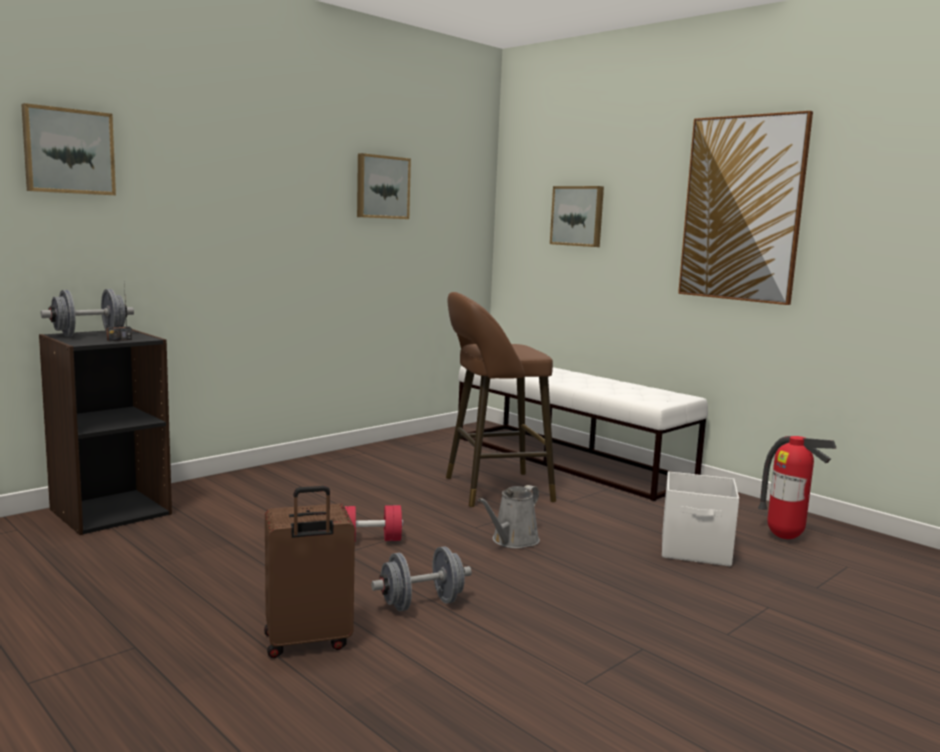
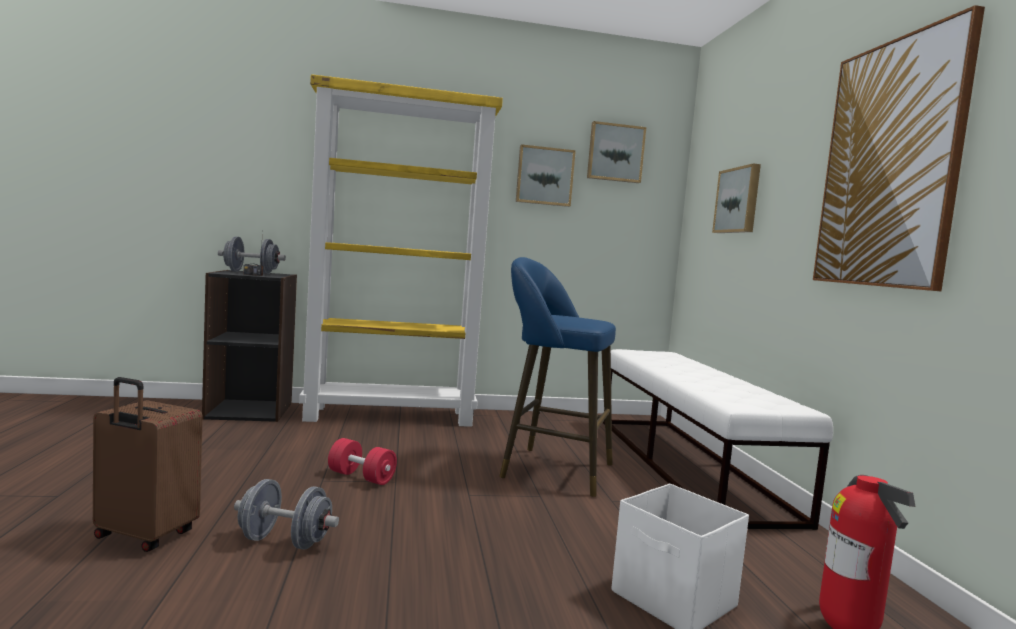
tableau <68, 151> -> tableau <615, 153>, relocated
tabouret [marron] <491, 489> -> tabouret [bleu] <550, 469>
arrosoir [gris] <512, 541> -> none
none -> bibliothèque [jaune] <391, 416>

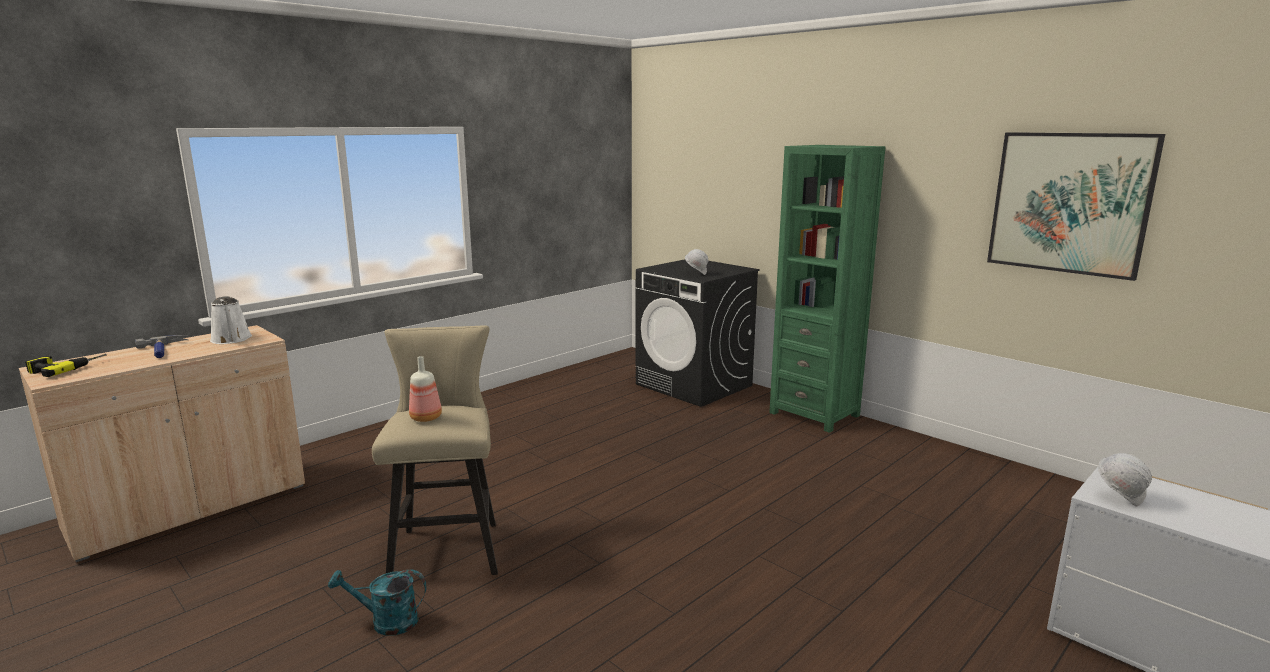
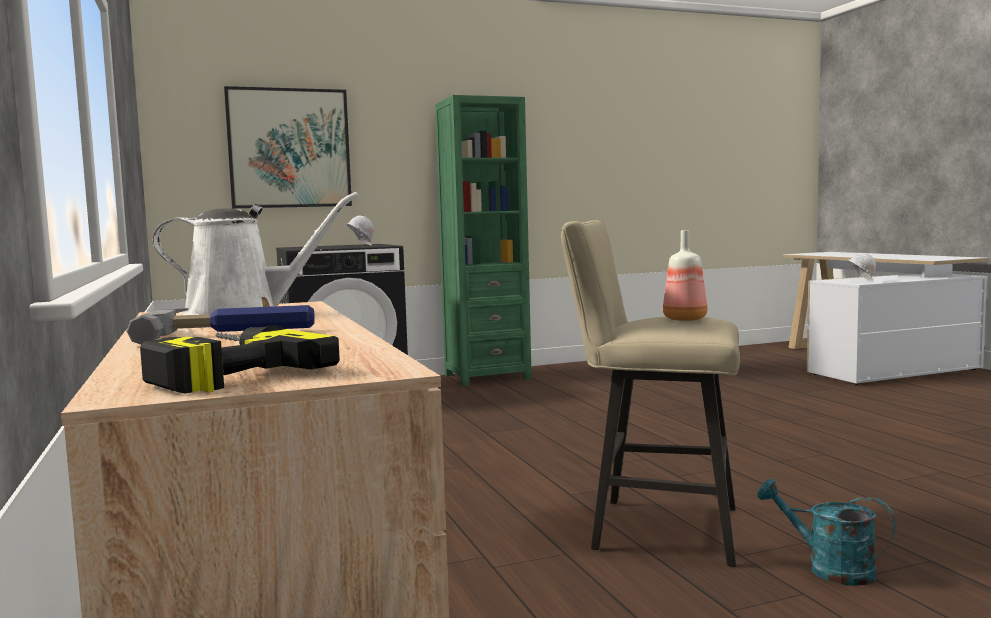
arrosoir [turquoise] <386, 622> -> arrosoir [turquoise] <828, 569>, 105 degrees clockwise
tableau <1069, 203> -> tableau <289, 148>, relocated

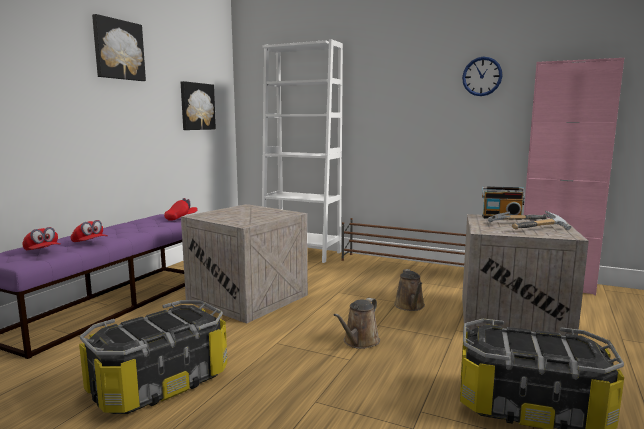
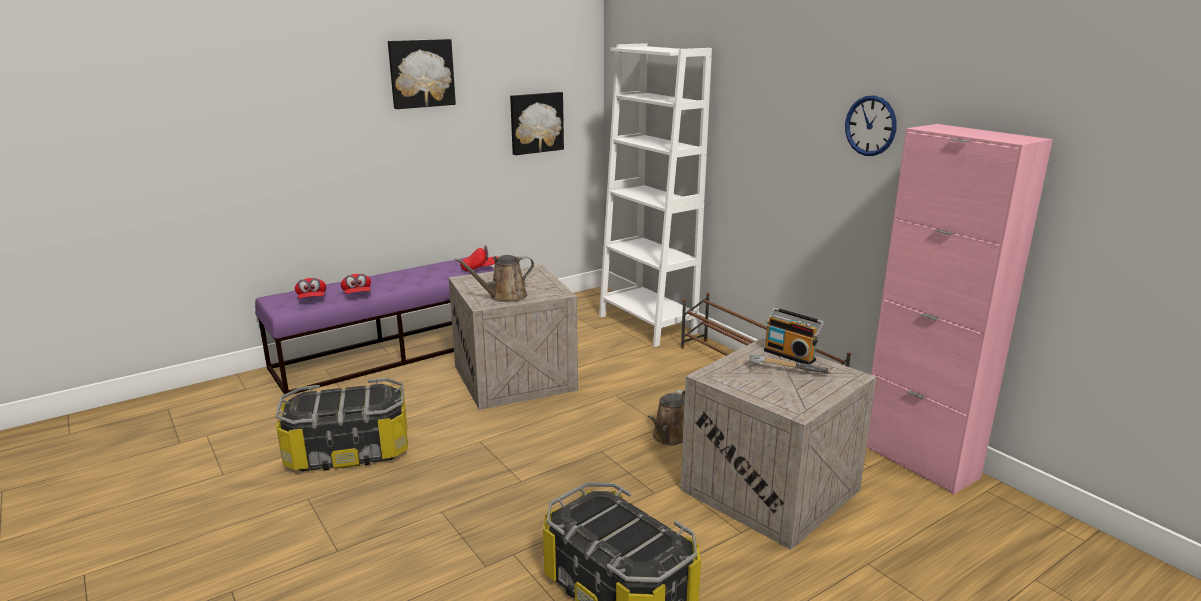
arrosoir [marron] <359, 342> -> arrosoir [marron] <504, 296>, relocated
marteau <541, 230> -> none

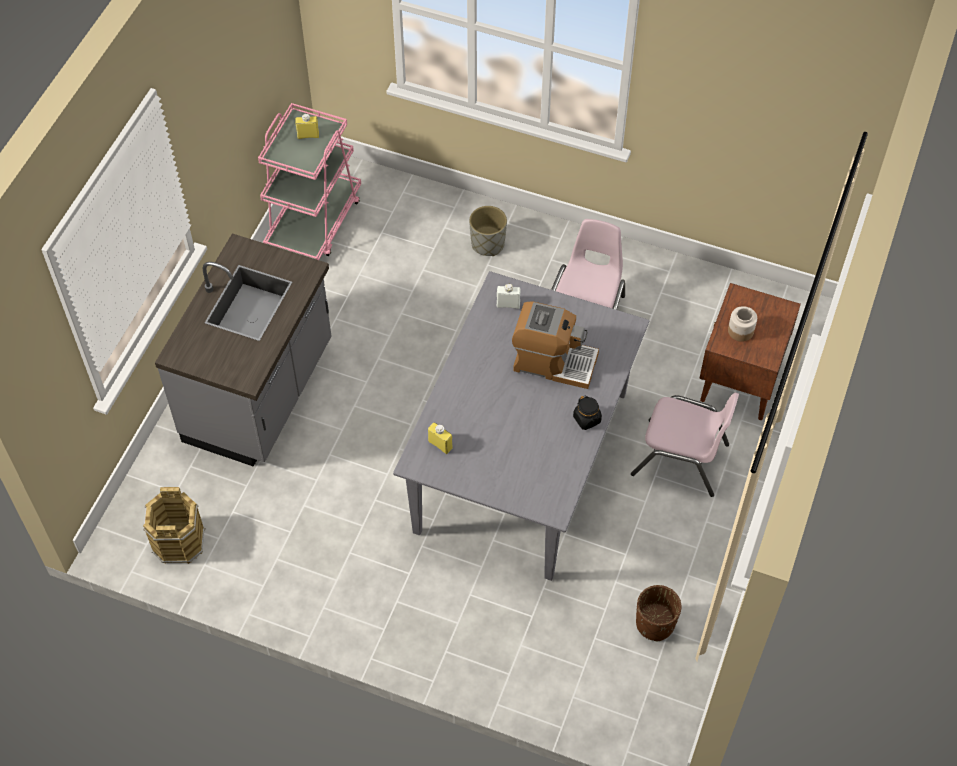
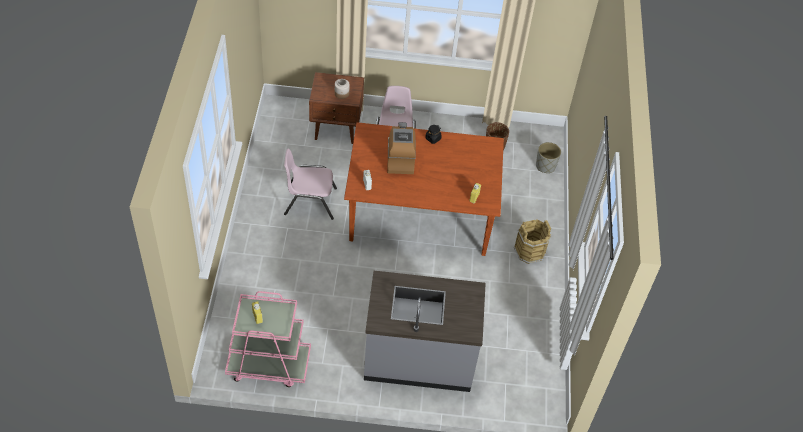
seau [marron] <178, 541> -> seau [marron] <529, 251>, relocated
table à manger [gris] <521, 460> -> table à manger [marron] <420, 215>
cache-pot [gris] <487, 244> -> cache-pot [gris] <545, 166>, relocated

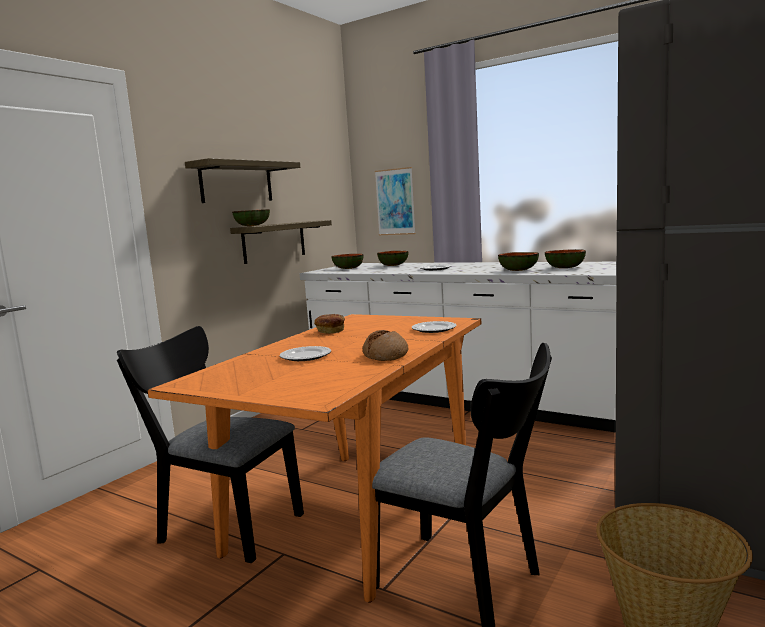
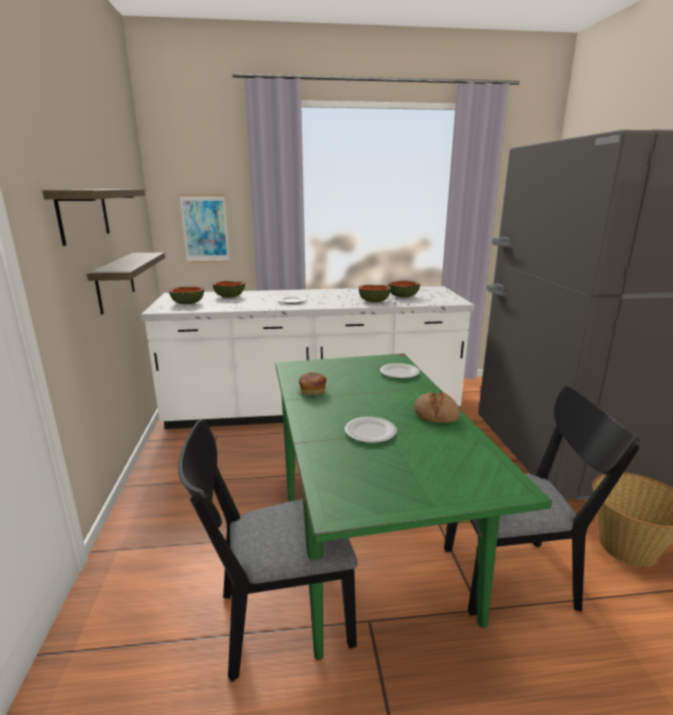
table à manger [orange] <356, 512> -> table à manger [vert] <370, 550>
bol <252, 226> -> none

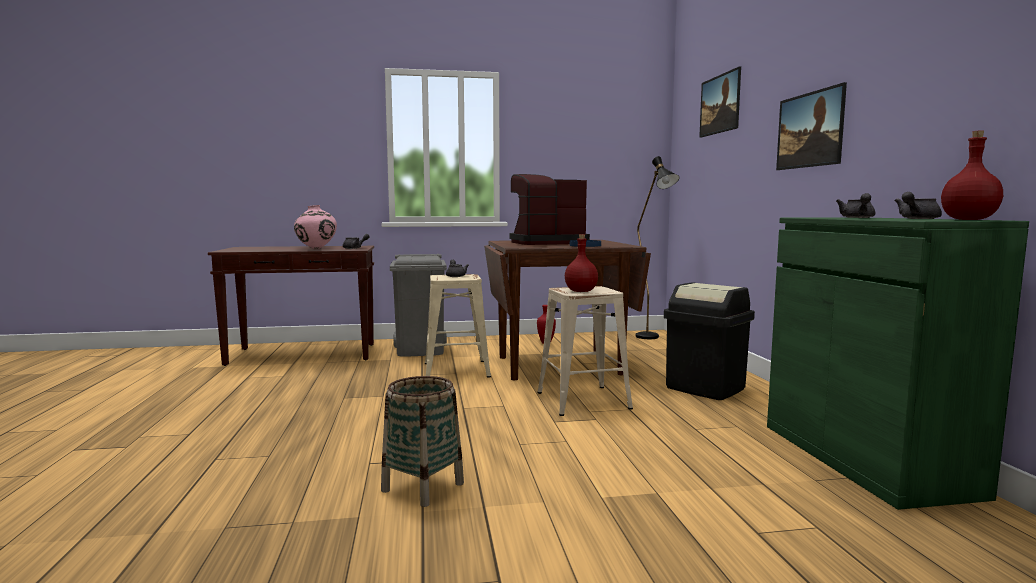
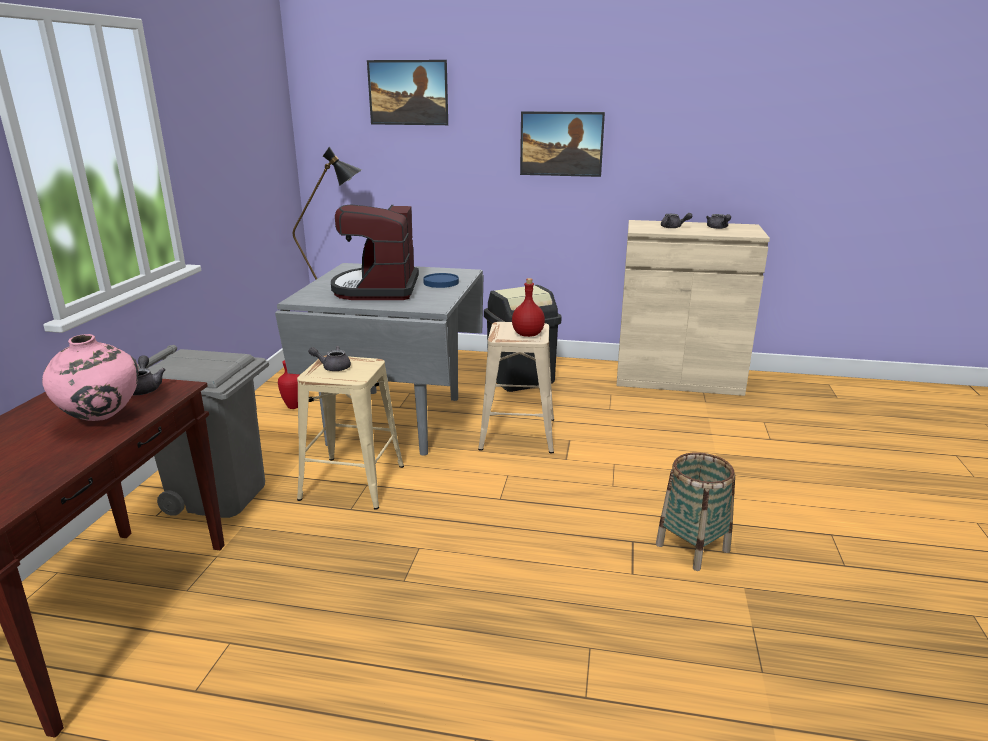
table à manger [marron] <559, 366> -> table à manger [gris] <397, 420>
meuble de rangement [vert] <864, 458> -> meuble de rangement [beige] <678, 378>
bouteille [rouge] <969, 219> -> none

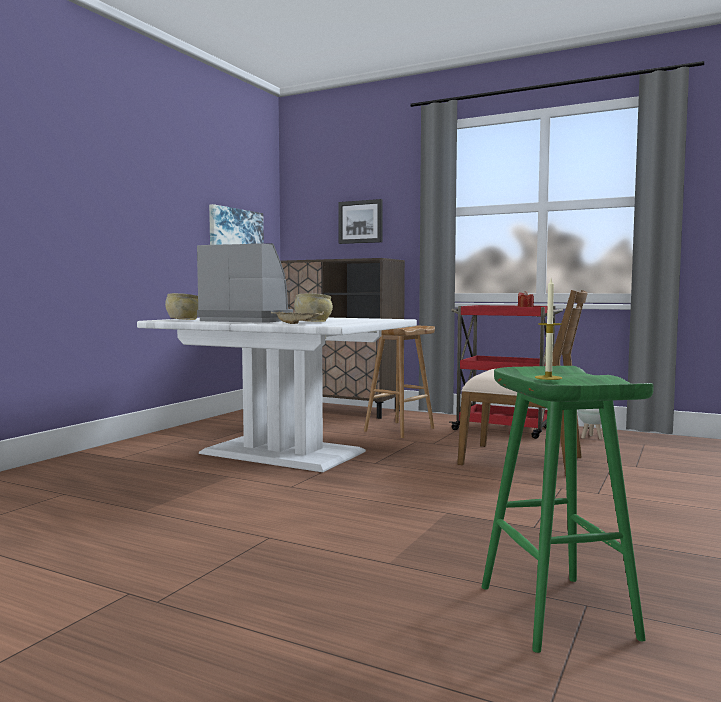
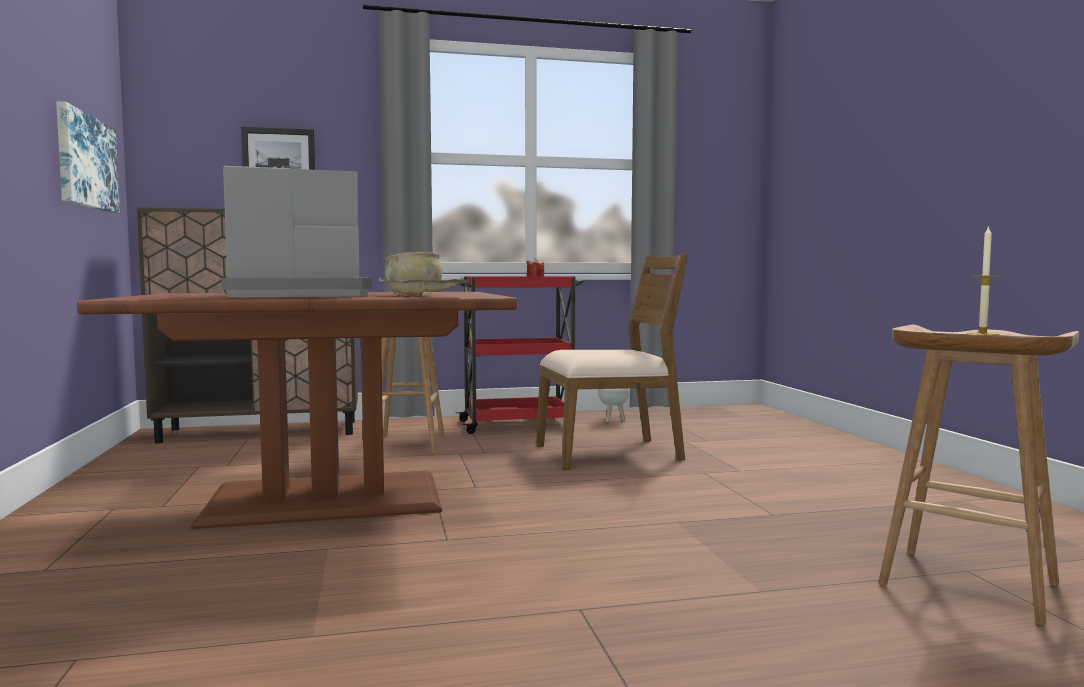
table à manger [blanc] <282, 453> -> table à manger [marron] <326, 500>
bol [beige] <184, 320> -> none
tabouret [vert] <554, 610> -> tabouret [marron] <965, 584>

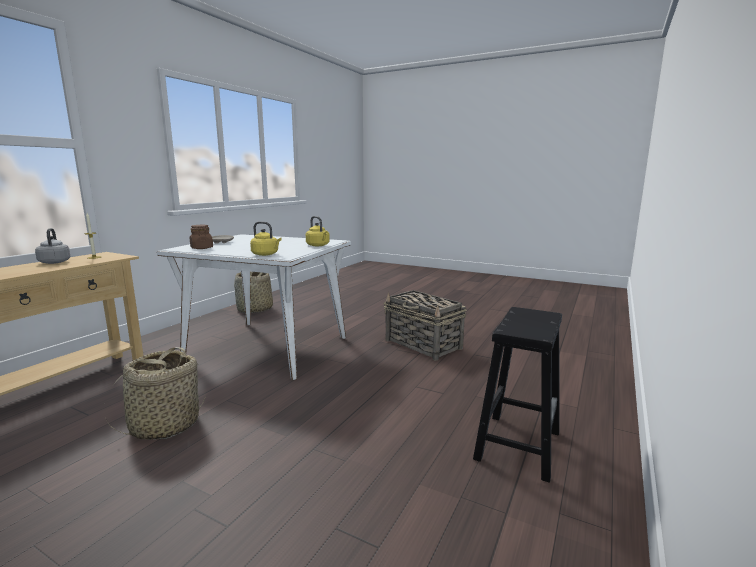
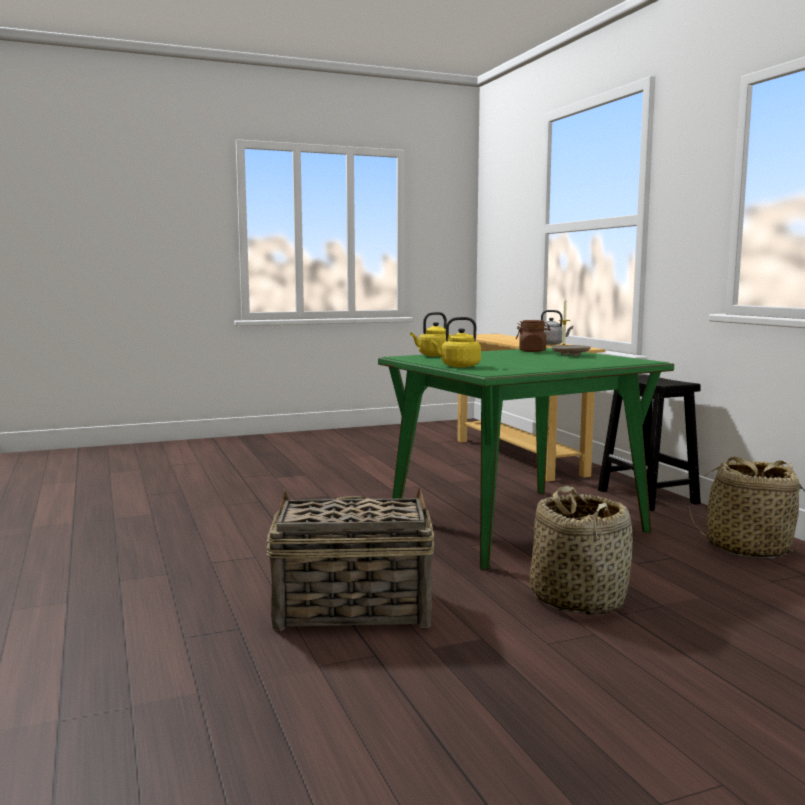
panier <164, 425> -> panier <578, 598>, relocated
table à manger [blanc] <267, 347> -> table à manger [vert] <517, 524>
tabouret [noir] <518, 444> -> tabouret [noir] <649, 497>, relocated

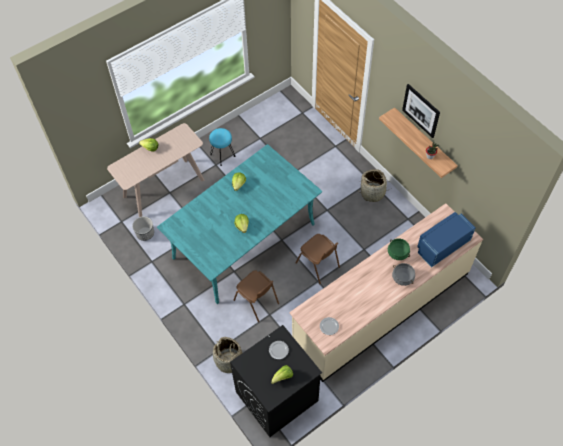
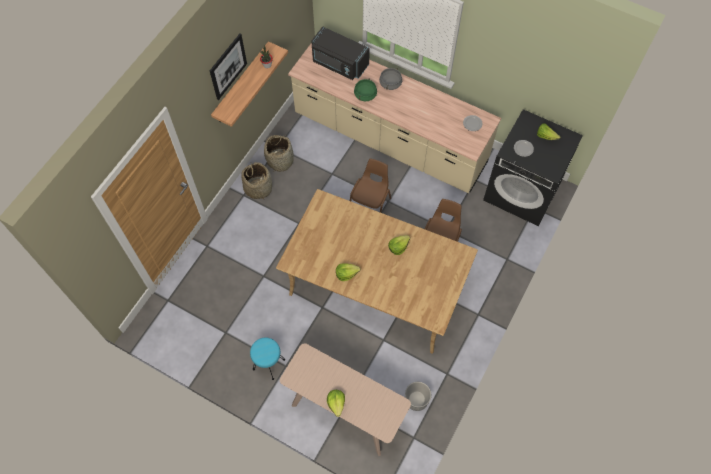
table à manger [turquoise] <244, 241> -> table à manger [beige] <376, 288>
panier <229, 361> -> panier <280, 160>, relocated
micro-ondes [bleu] <442, 245> -> micro-ondes [noir] <339, 64>

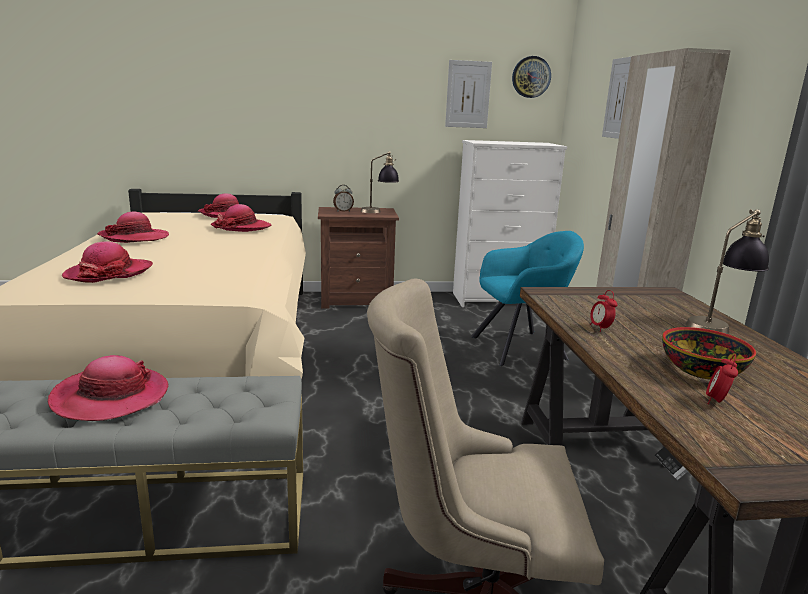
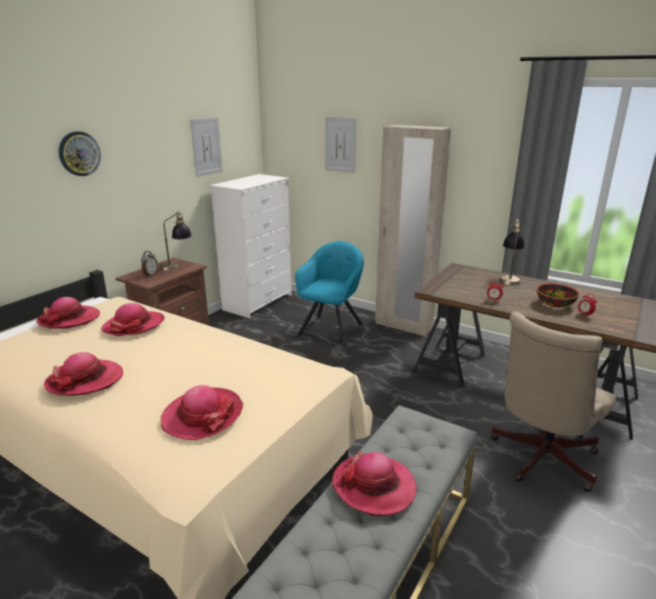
horloge murale <531, 77> -> horloge murale <79, 153>, relocated

